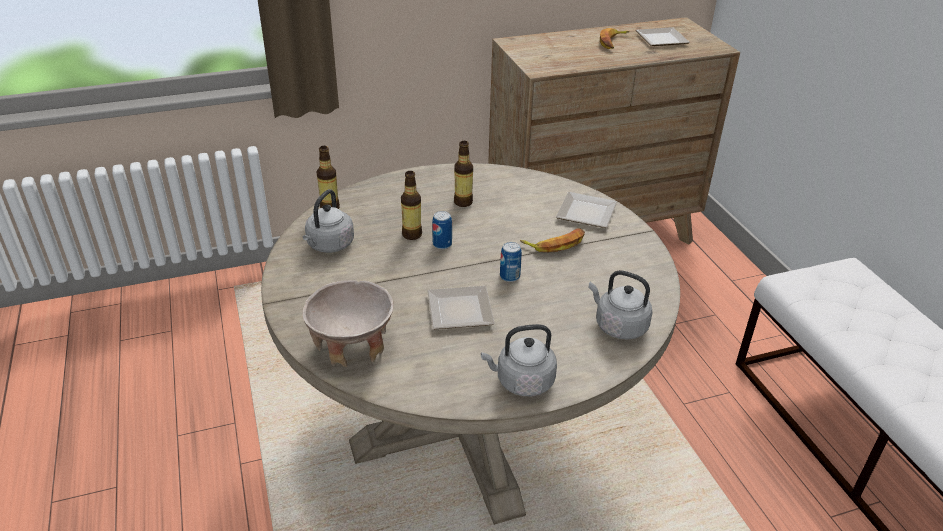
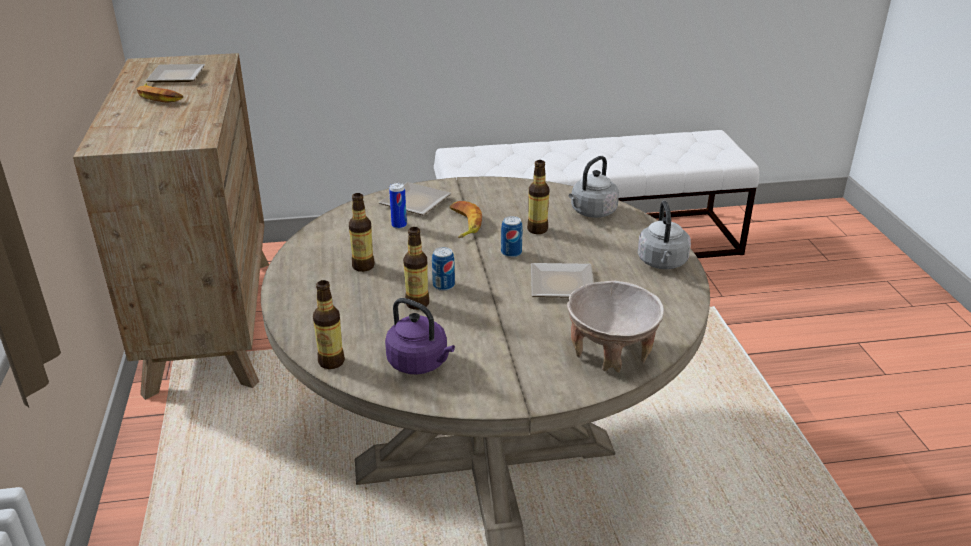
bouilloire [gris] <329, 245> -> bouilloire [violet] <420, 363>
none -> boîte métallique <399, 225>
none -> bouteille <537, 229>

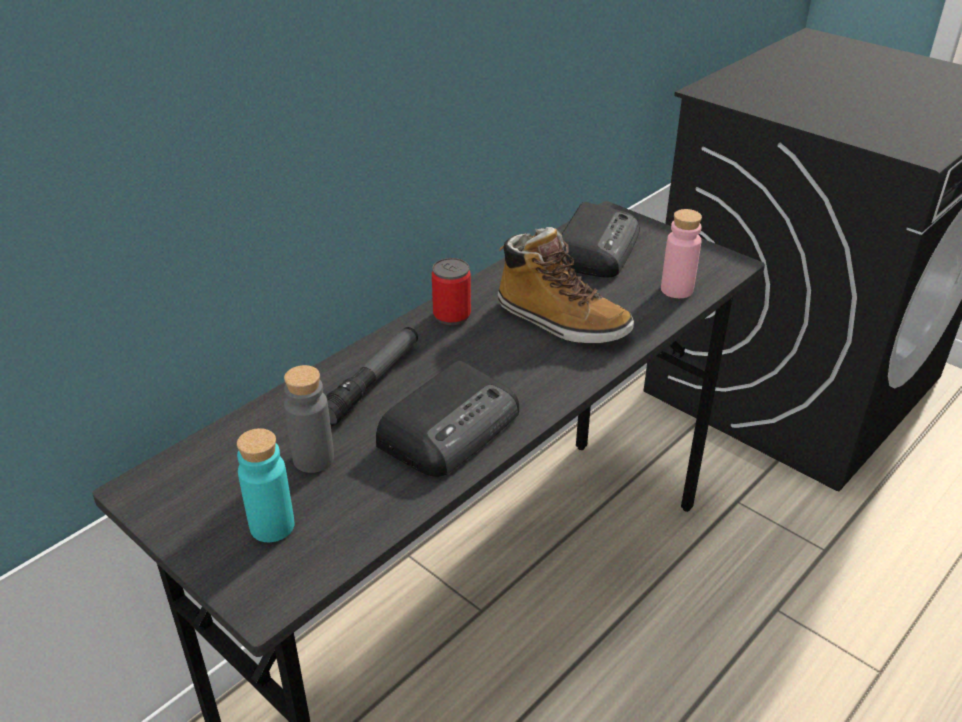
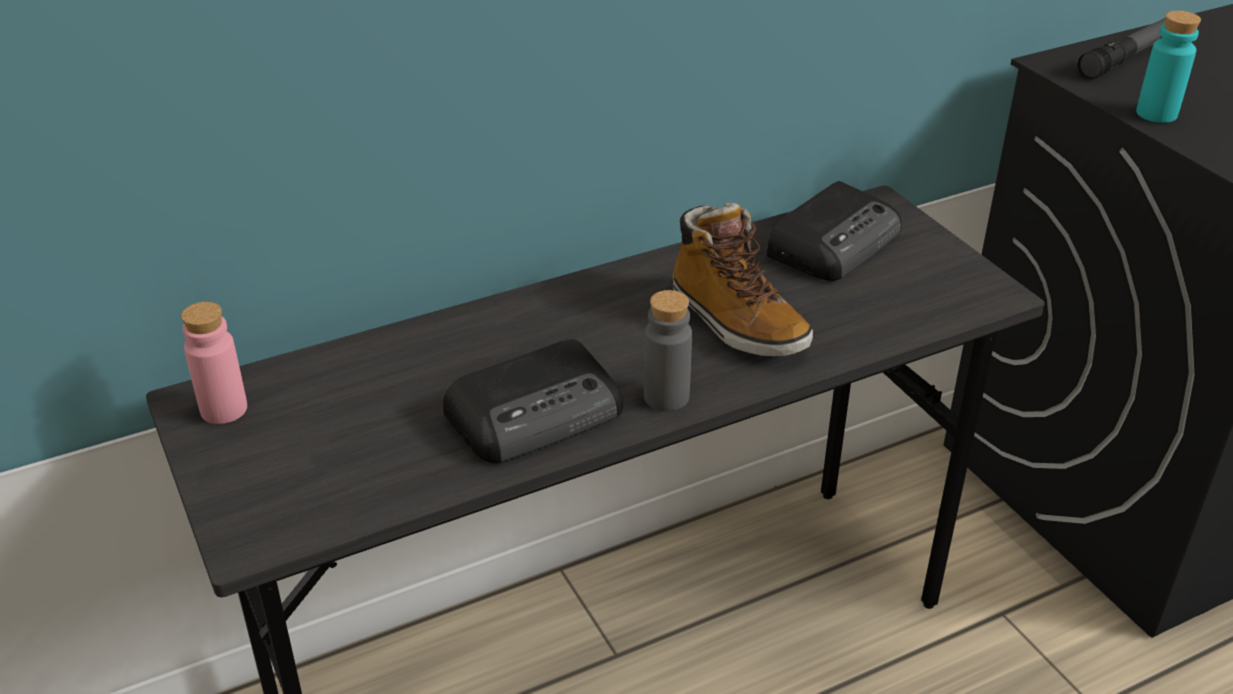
bouteille [turquoise] <272, 526> -> bouteille [turquoise] <1156, 114>, relocated
bouteille [gris] <313, 459> -> bouteille [gris] <666, 397>, relocated
lampe de poche <371, 383> -> lampe de poche <1128, 57>, relocated
boîte métallique <452, 315> -> none
bouteille [rose] <677, 289> -> bouteille [rose] <224, 409>, relocated

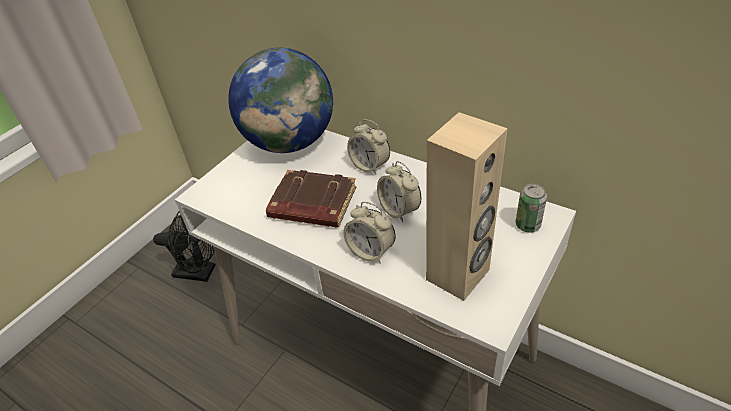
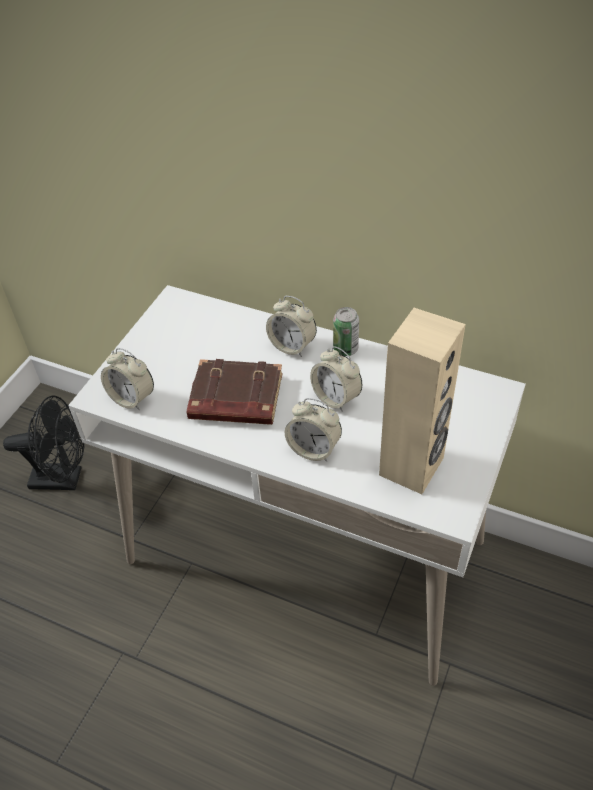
globe <290, 142> -> none
boîte métallique <527, 225> -> boîte métallique <345, 349>, relocated
none -> réveil <132, 398>

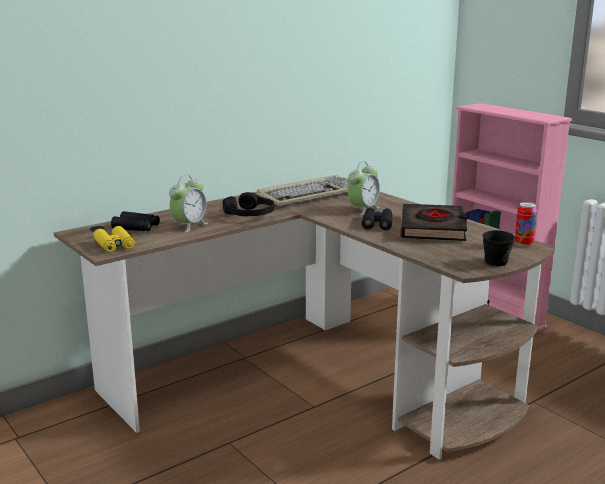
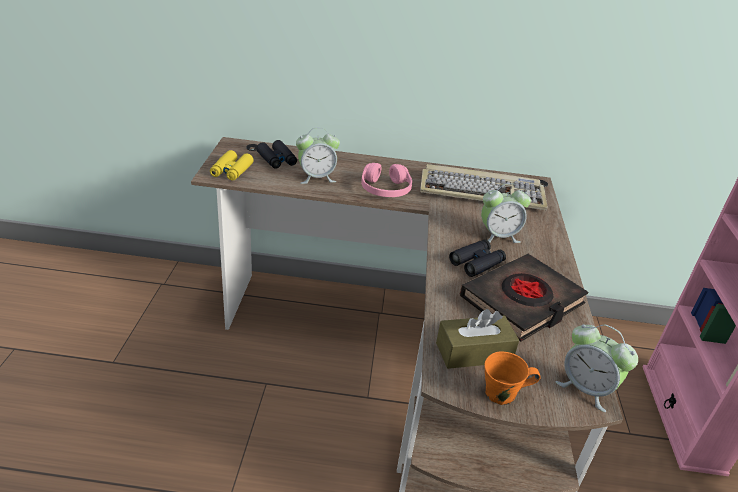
casque audio [noir] <250, 214> -> casque audio [rose] <385, 189>
mug [noir] <497, 262> -> mug [orange] <502, 394>
boîte métallique <523, 244> -> réveil <586, 389>
none -> boîte à mouchoirs [marron] <473, 352>

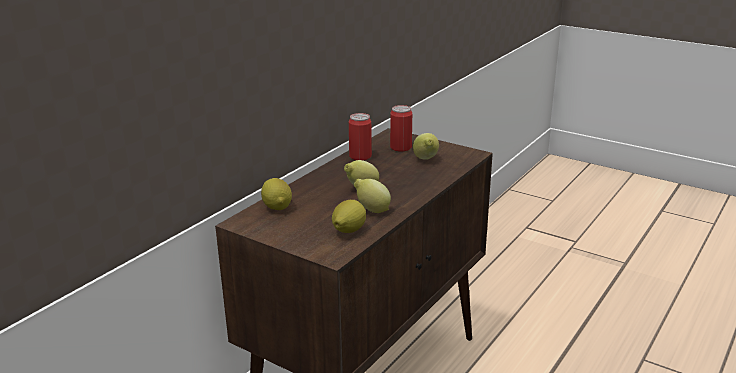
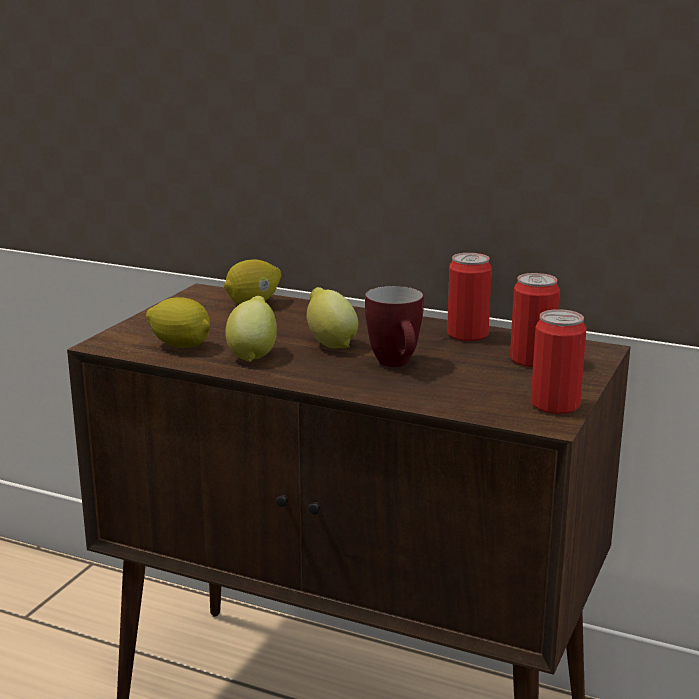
citron <426, 160> -> none
none -> mug <397, 365>
none -> boîte métallique <555, 405>

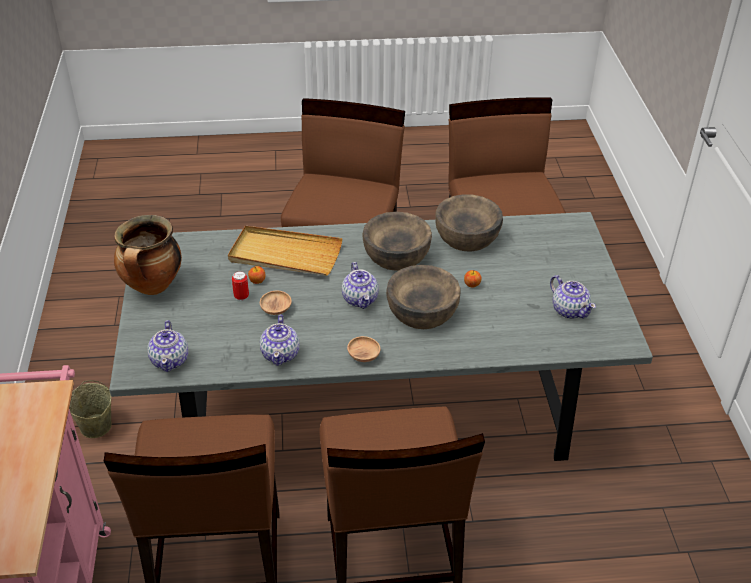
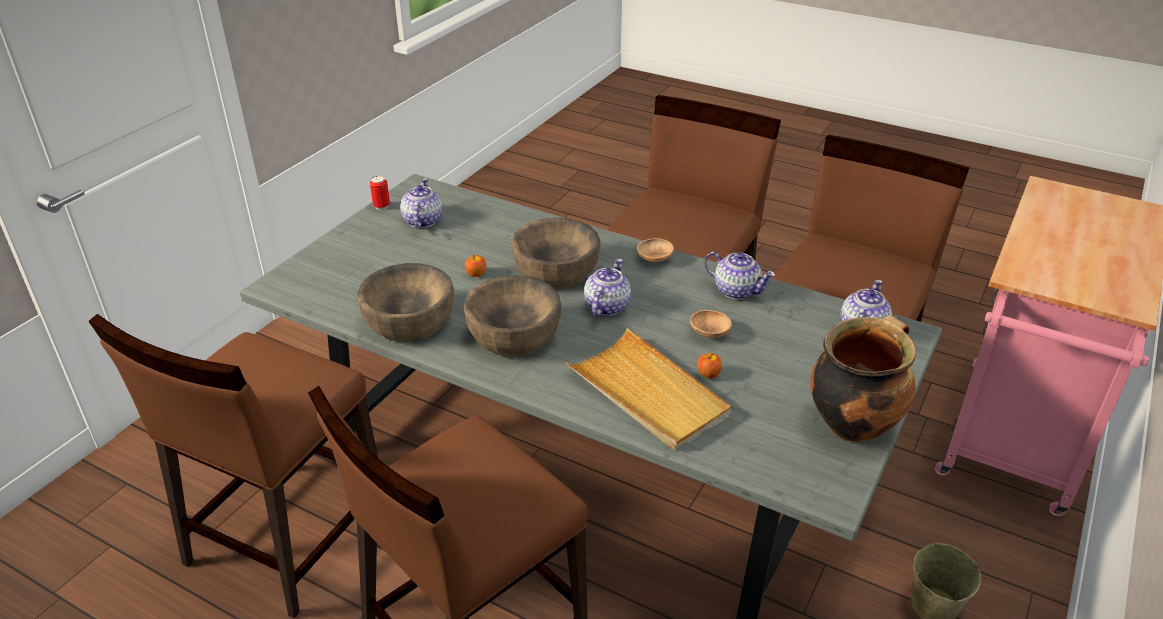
boîte métallique <241, 297> -> boîte métallique <381, 206>, relocated
théière <281, 354> -> théière <736, 290>, 90 degrees clockwise

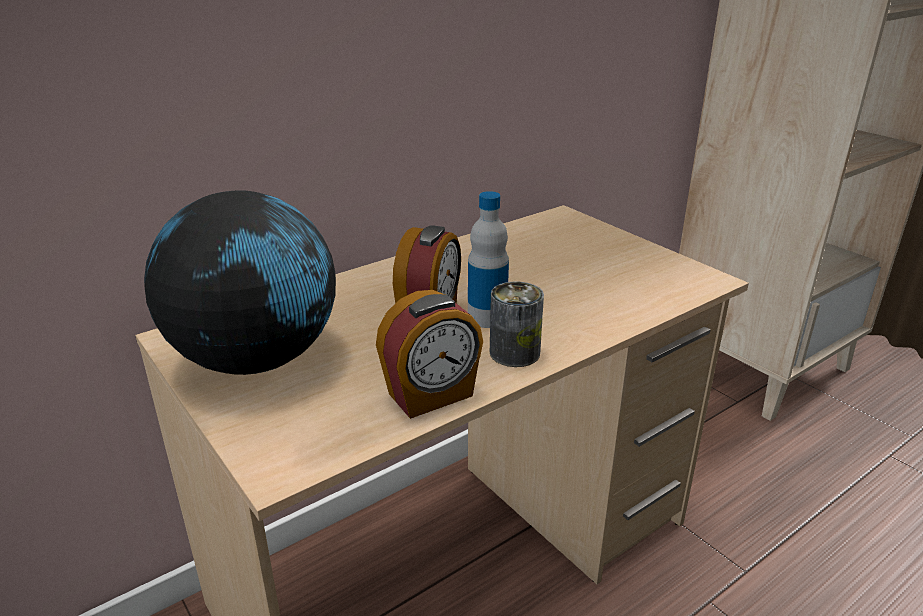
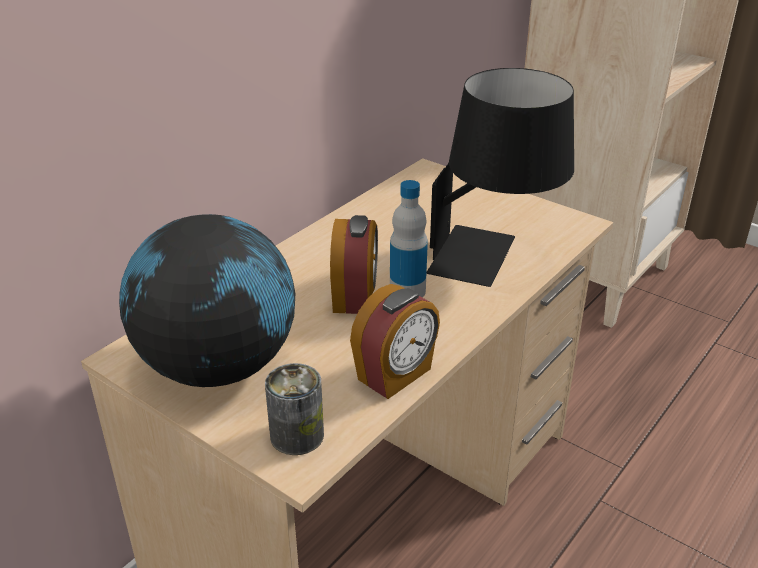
boîte métallique <514, 353> -> boîte métallique <297, 435>, relocated
none -> lampe de table [noir] <494, 258>

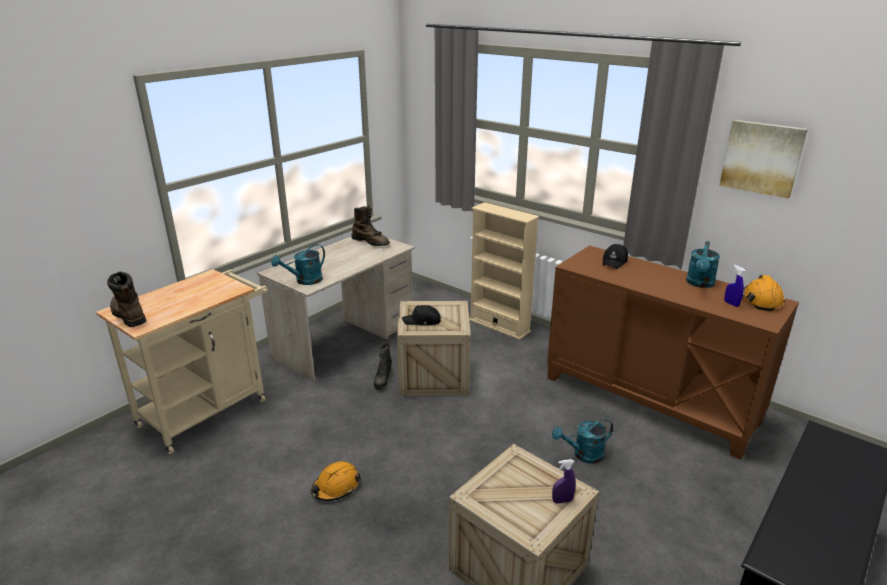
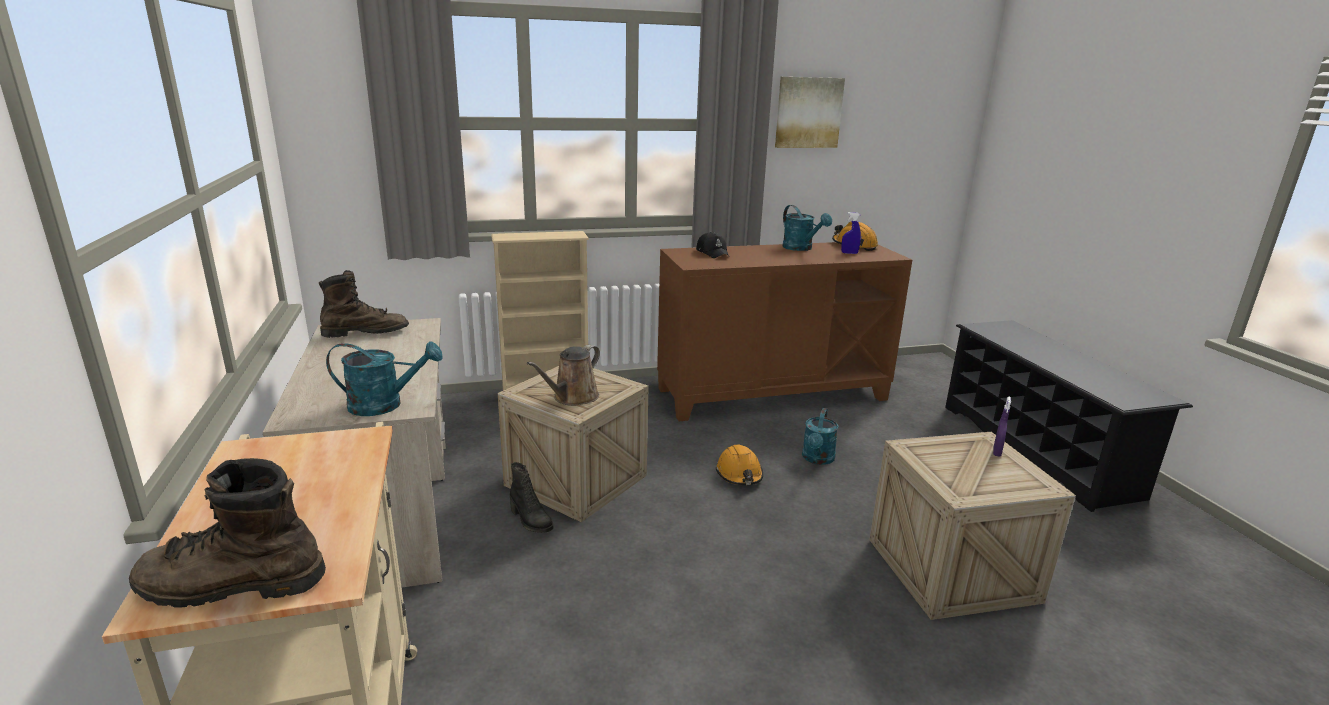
arrosoir [turquoise] <304, 281> -> arrosoir [turquoise] <385, 405>, 90 degrees counterclockwise
casque de chantier [orange] <336, 487> -> casque de chantier [orange] <739, 474>, relocated
casquette [noir] <422, 321> -> arrosoir [marron] <573, 398>

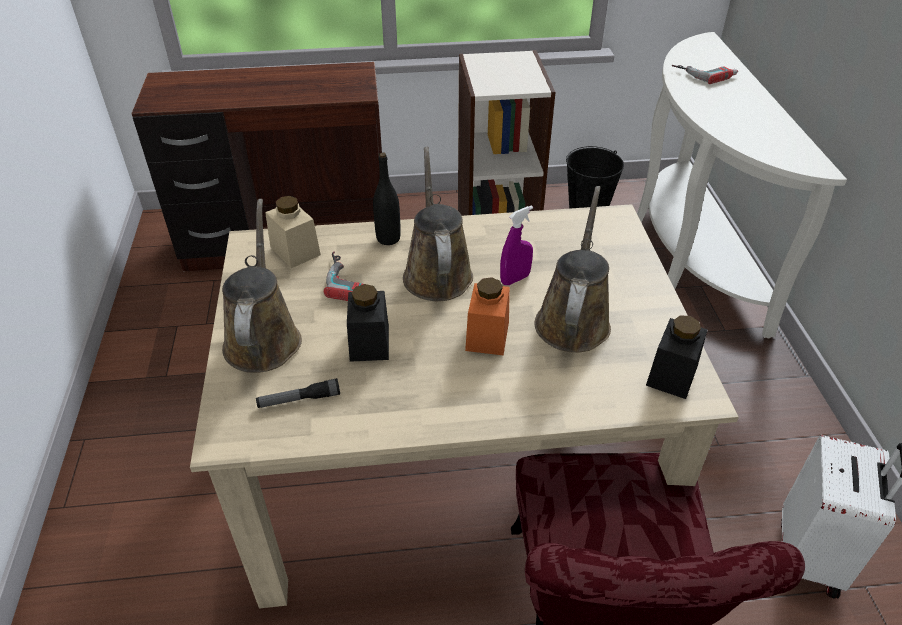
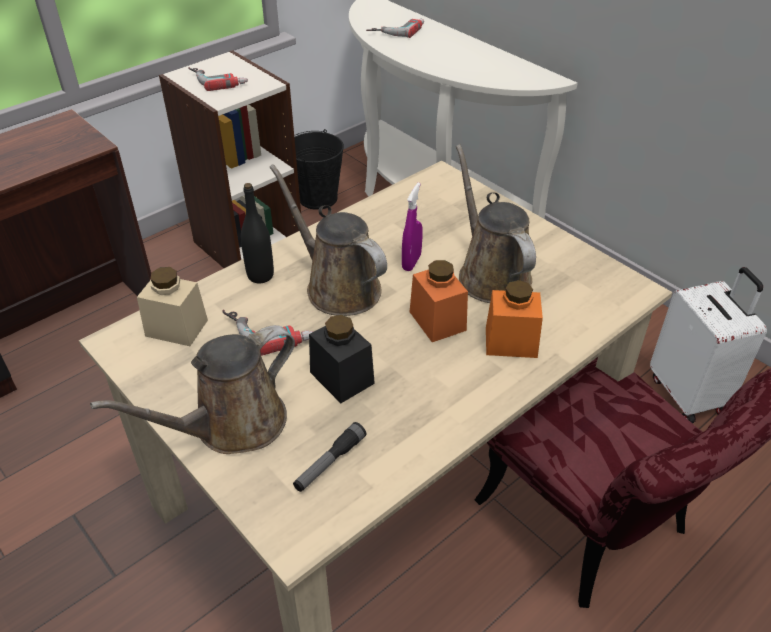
arrosoir [marron] <263, 337> -> arrosoir [marron] <232, 425>, 90 degrees counterclockwise
bocal [noir] <672, 375> -> none
none -> perceuse <218, 79>
none -> bocal [orange] <511, 342>

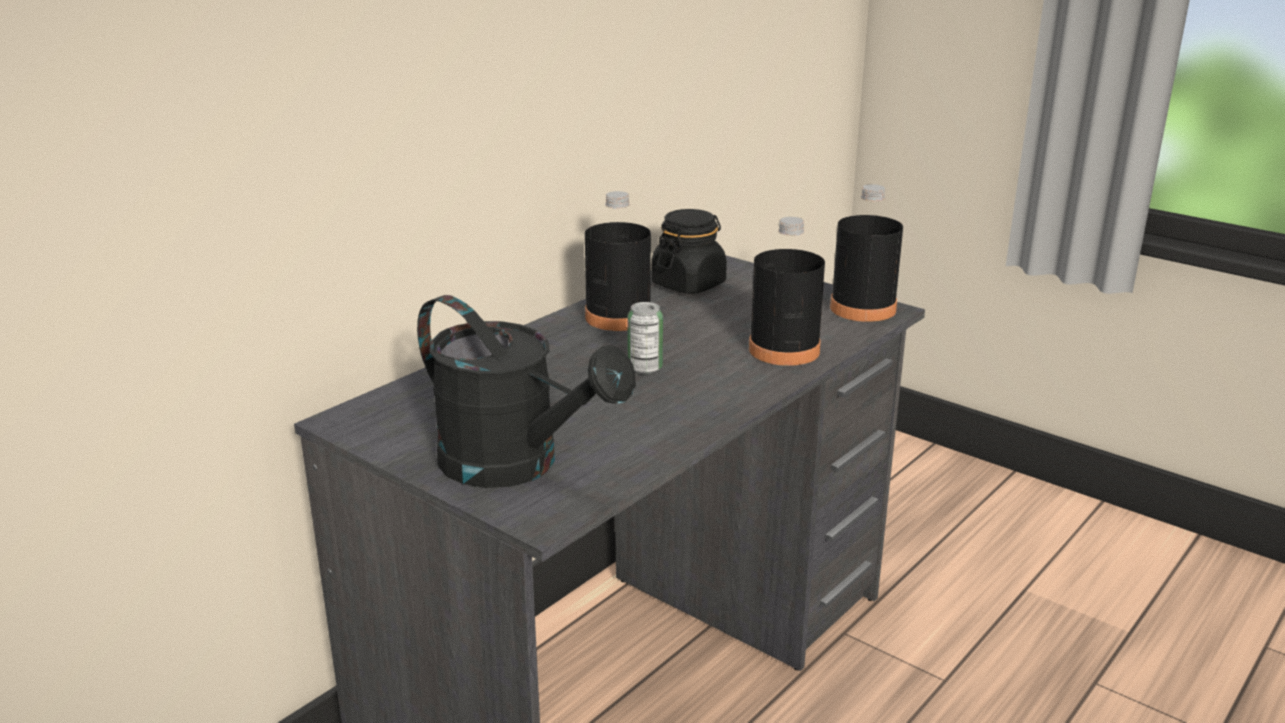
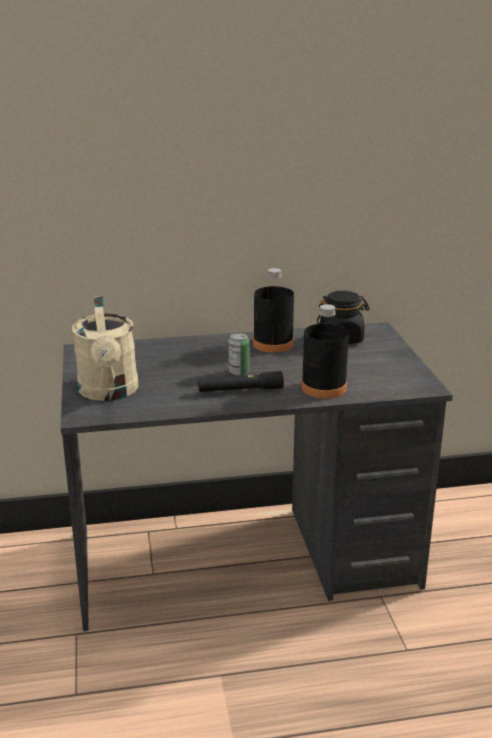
arrosoir [noir] <515, 465> -> arrosoir [beige] <109, 392>
bouteille [noir] <863, 308> -> none
none -> lampe de poche [noir] <240, 390>

